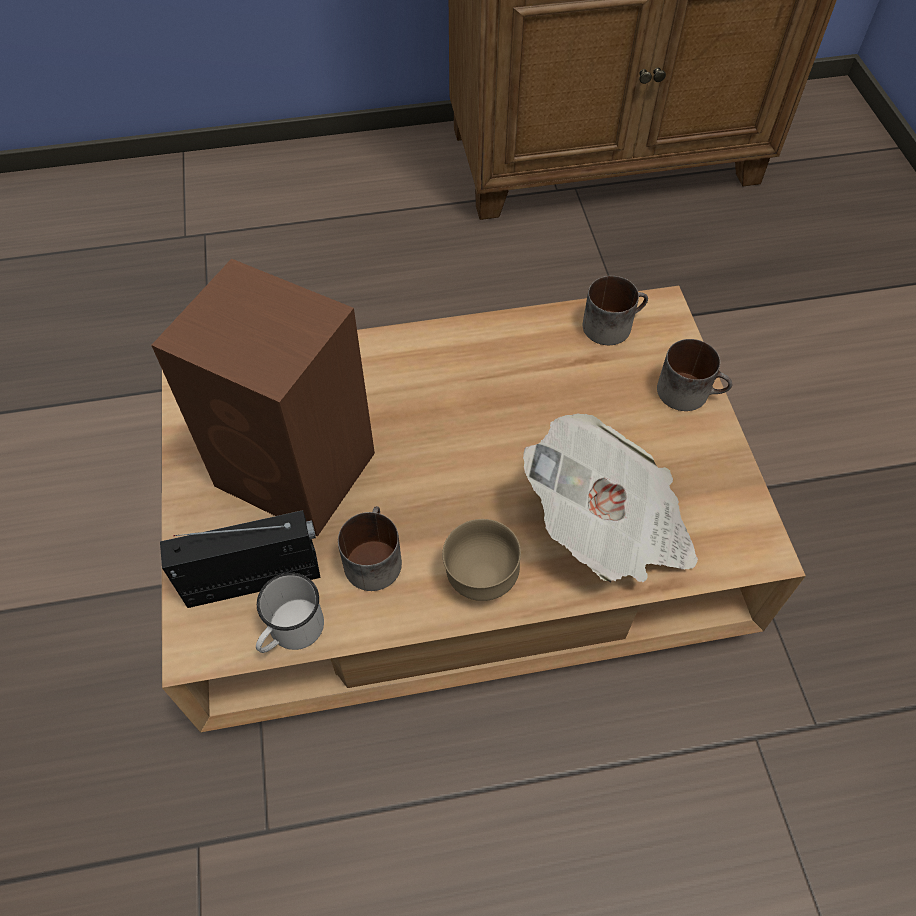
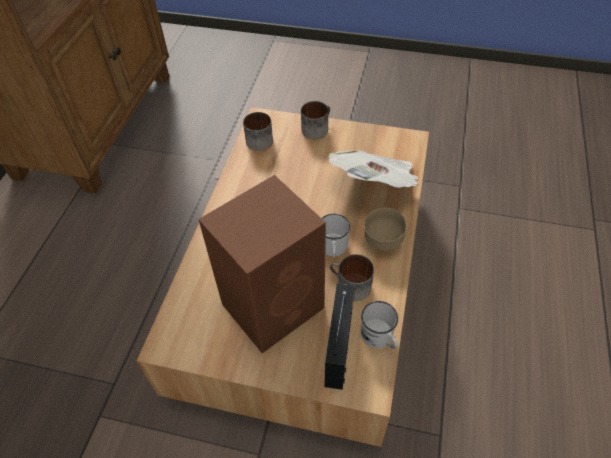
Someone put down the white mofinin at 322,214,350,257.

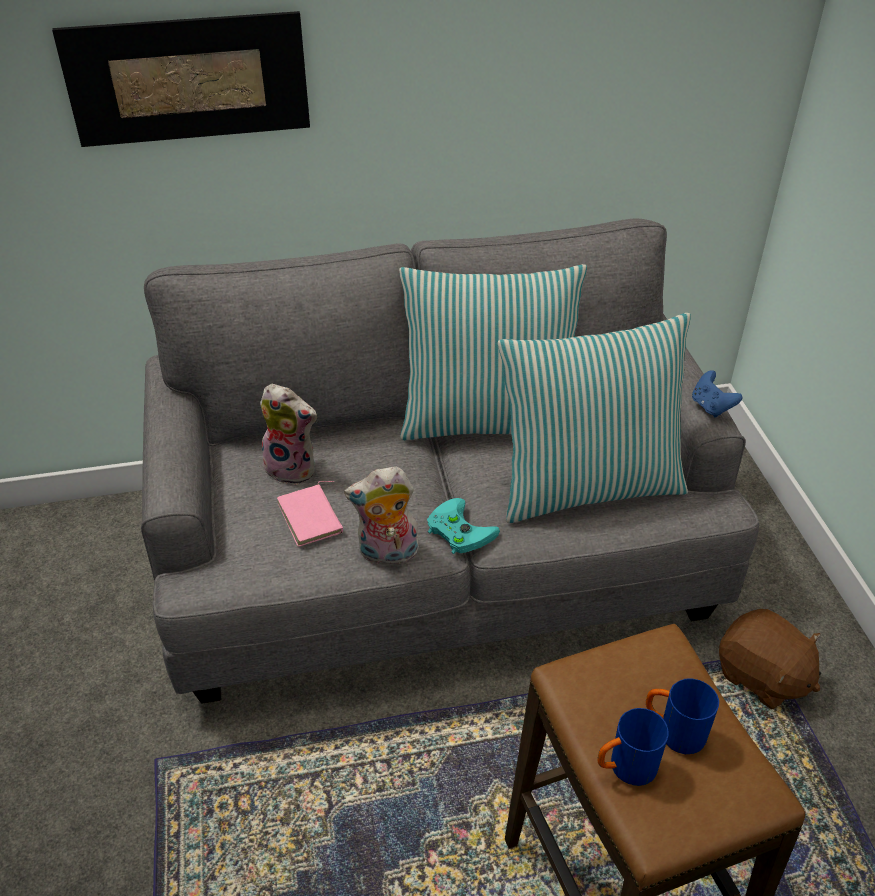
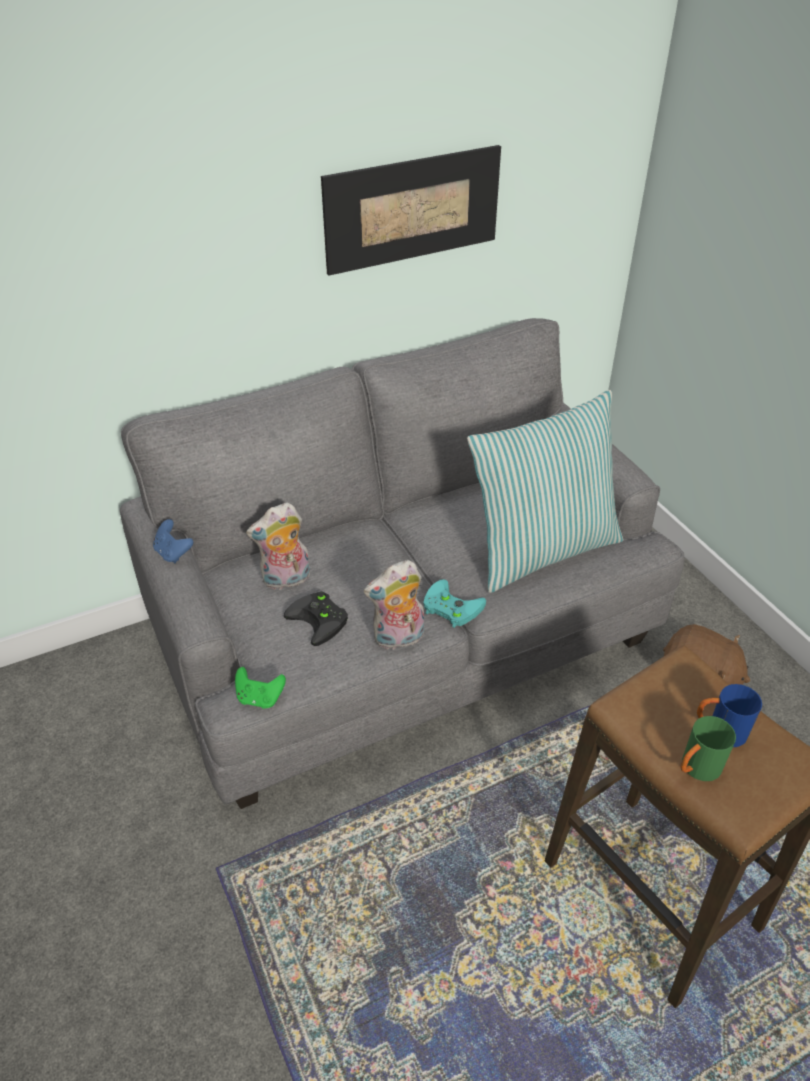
Someone carried the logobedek from 52,11,310,147 to 321,145,501,276.
Someone took away the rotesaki at 399,264,587,440.
Someone carried the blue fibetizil from 692,370,743,418 to 153,519,193,563.
Someone rotated the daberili at 260,384,317,485 by 150 degrees clockwise.
Someone swapped the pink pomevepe at 277,481,343,547 for the black fibetizil at 284,592,348,646.
Someone repainted the blue mofinin at 597,708,669,786, which became the green mofinin at 681,716,736,781.
Someone put down the green fibetizil at 235,667,286,709.

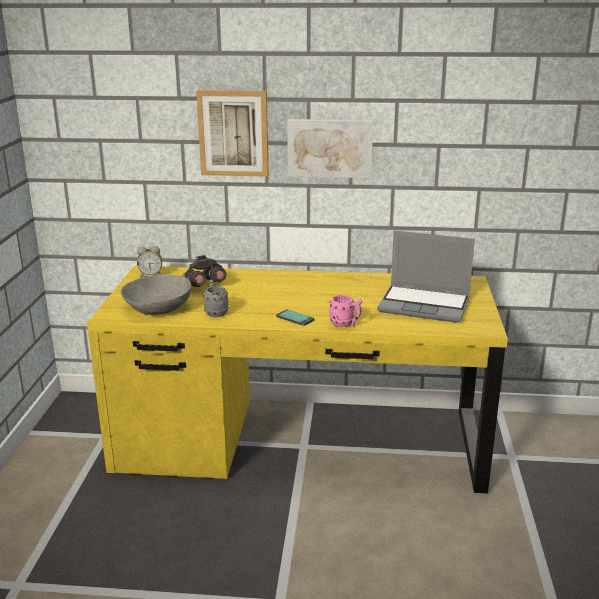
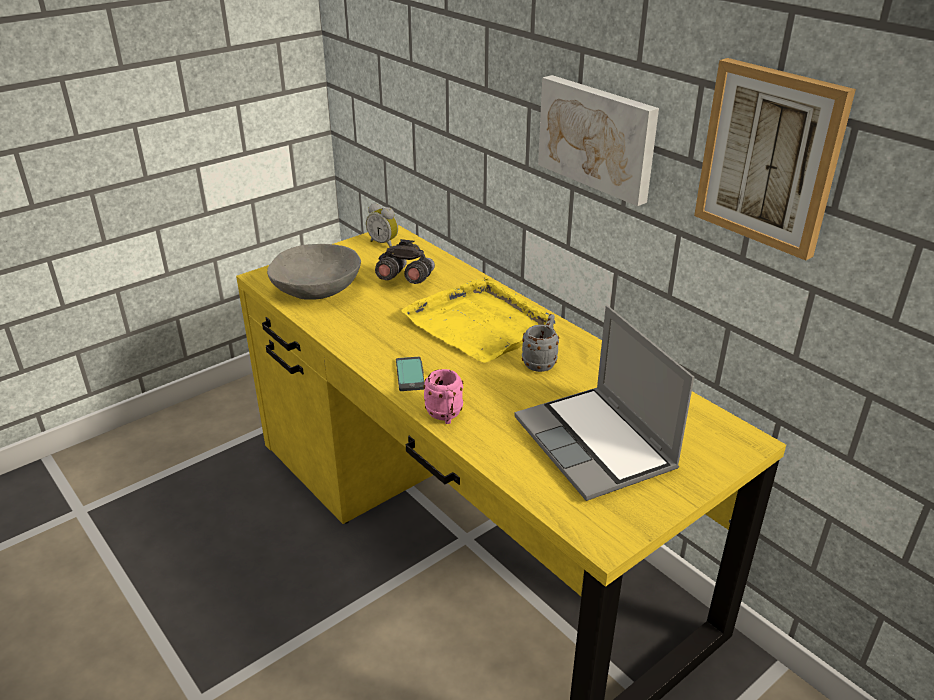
Someone carried the logobedek from 196,90,269,177 to 694,58,856,261.
Someone carried the grey mofinin from 203,279,228,317 to 522,314,559,372.
Someone put down the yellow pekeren at 401,277,555,363.

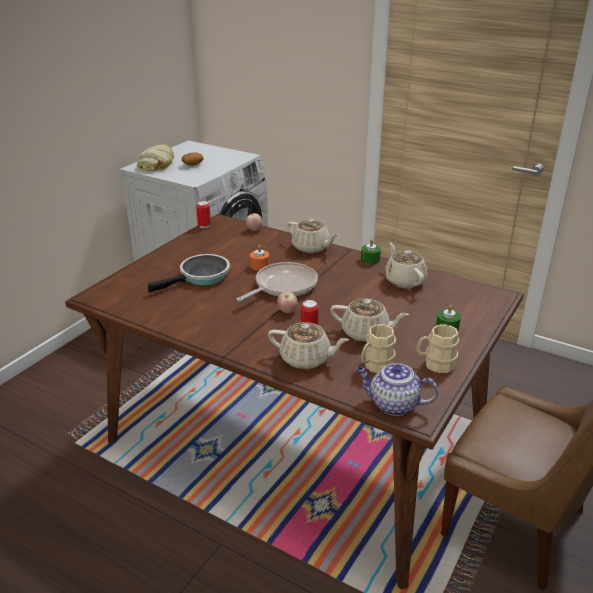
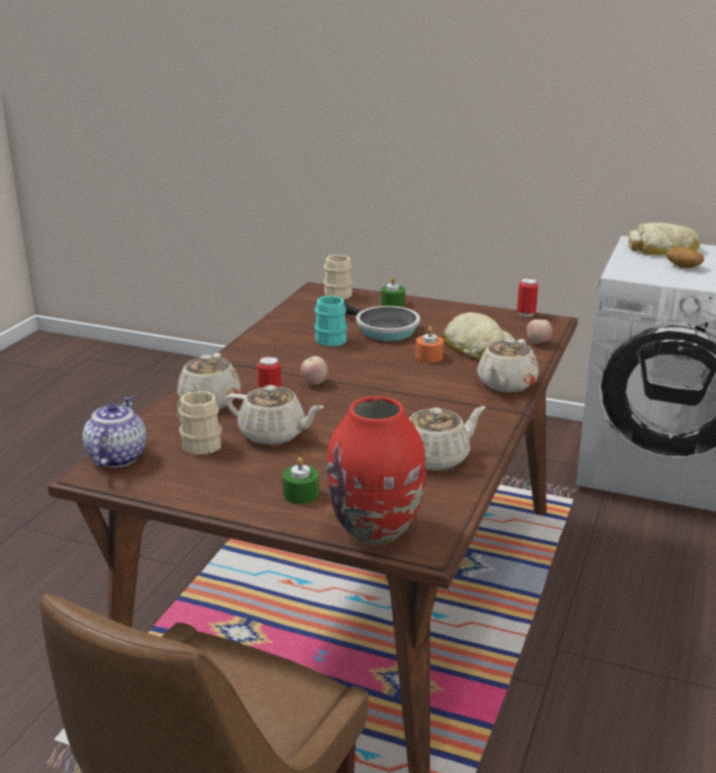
Someone carried the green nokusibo from 361,239,381,264 to 381,276,405,307.
Someone took away the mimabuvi at 237,262,318,301.
Someone rotated the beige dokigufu at 331,298,409,342 by 75 degrees counterclockwise.
Someone carried the beige mofinin from 417,325,459,373 to 324,255,353,299.
Someone put down the turquoise mofinin at 314,296,347,347.
Someone put down the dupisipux at 443,312,516,360.
Someone put down the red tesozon at 326,396,426,545.

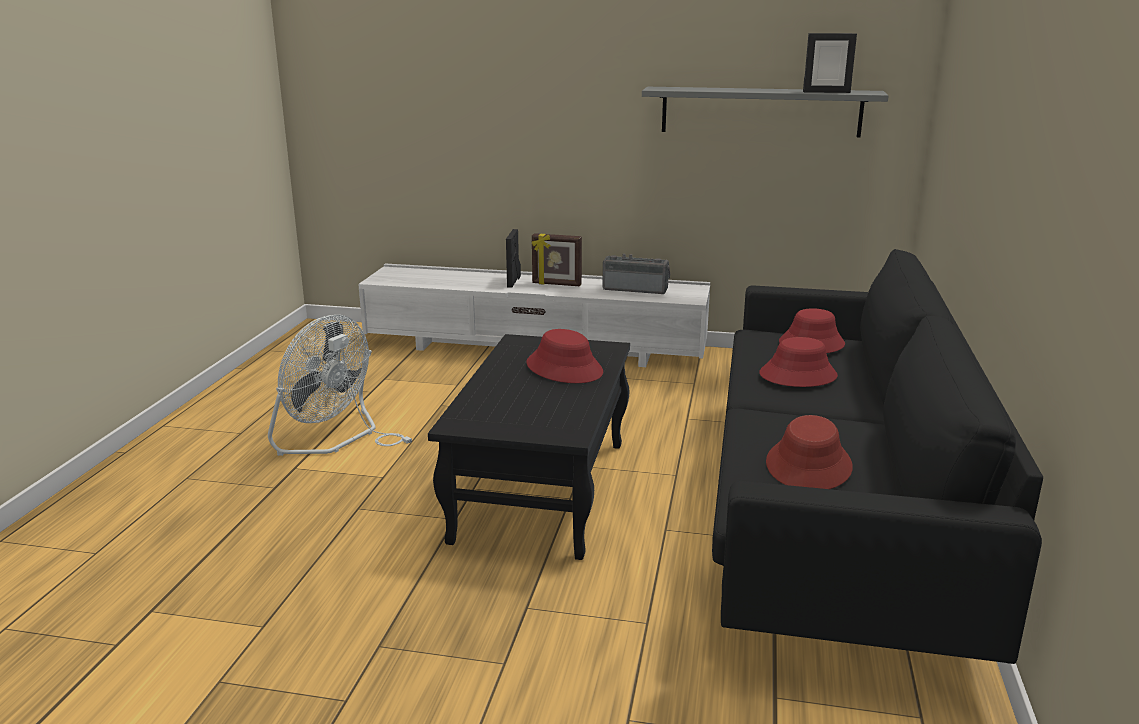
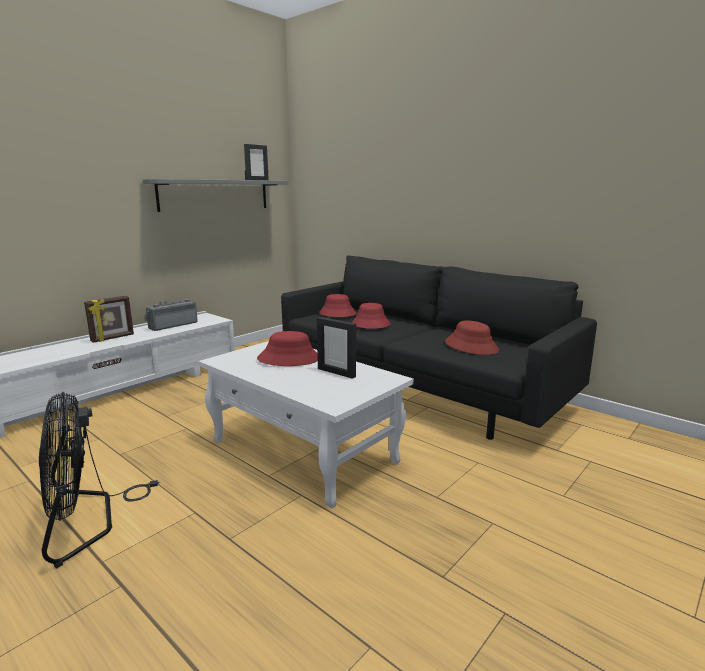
Someone carried the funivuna from 506,229,521,288 to 317,317,356,379.
Someone repainted the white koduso at 268,315,412,456, which became the black koduso at 39,392,159,569.
Someone repainted the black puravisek at 428,334,630,560, which became the white puravisek at 198,341,414,508.

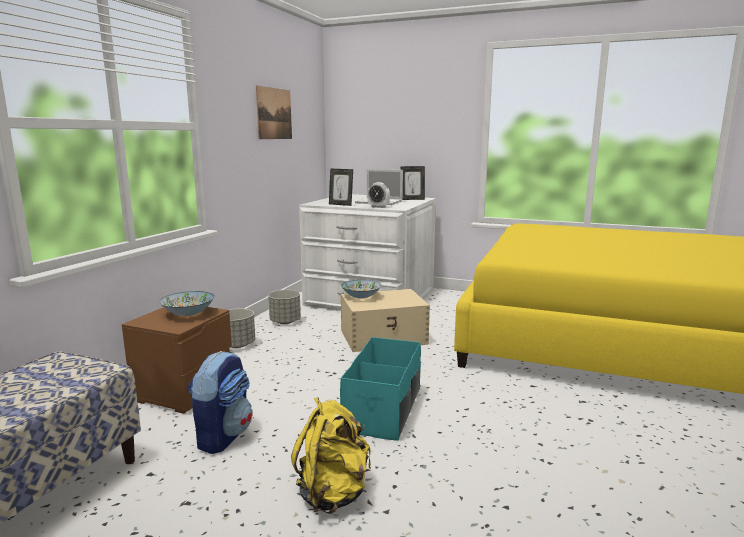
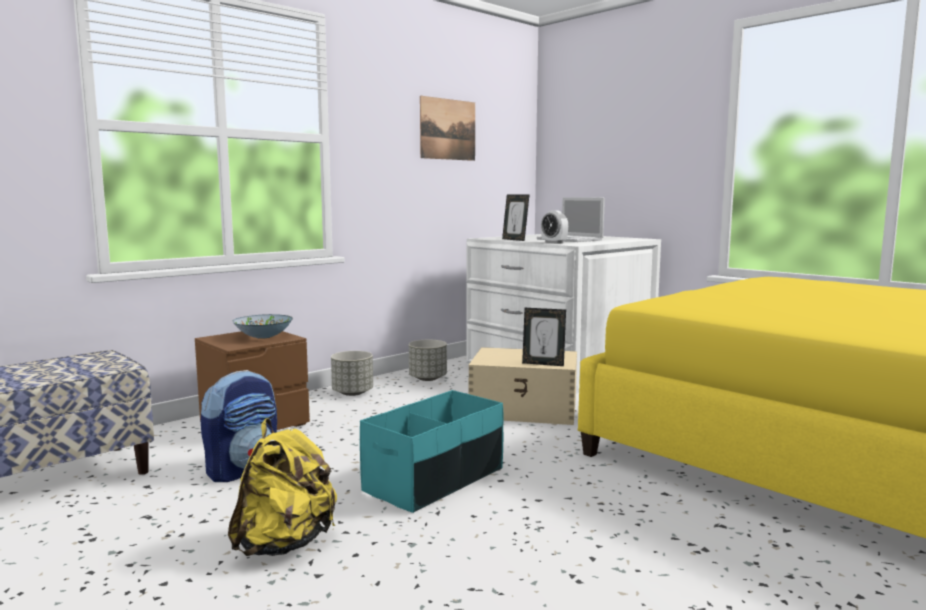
Someone carried the funivuna from 401,166,425,200 to 522,308,566,366.
Someone took away the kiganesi at 341,280,382,299.

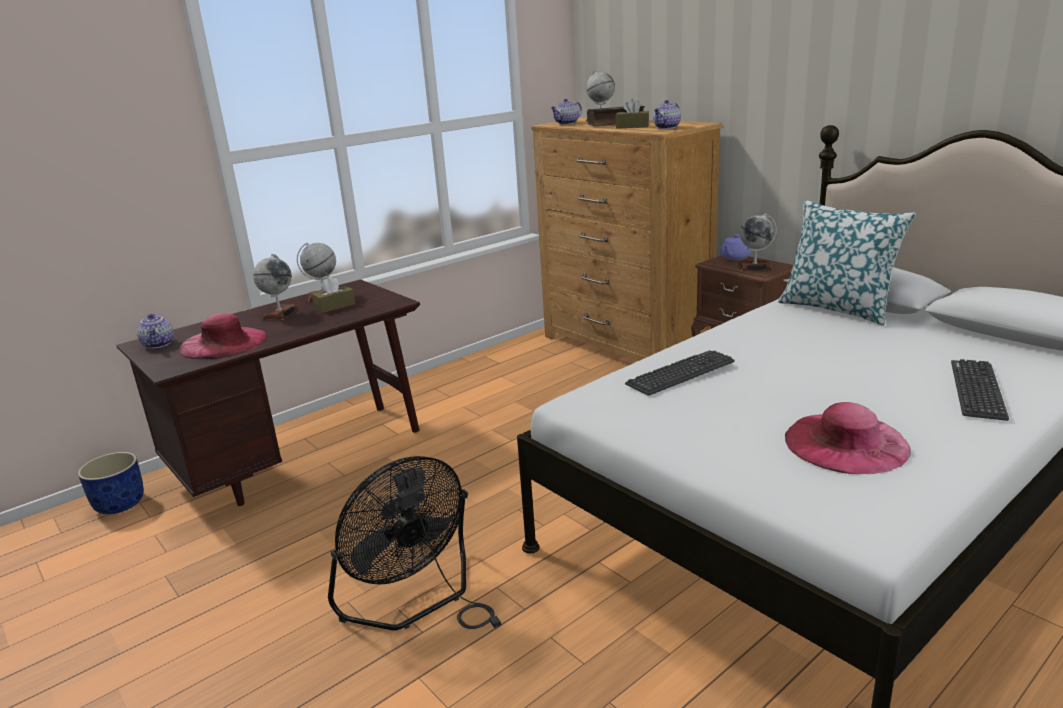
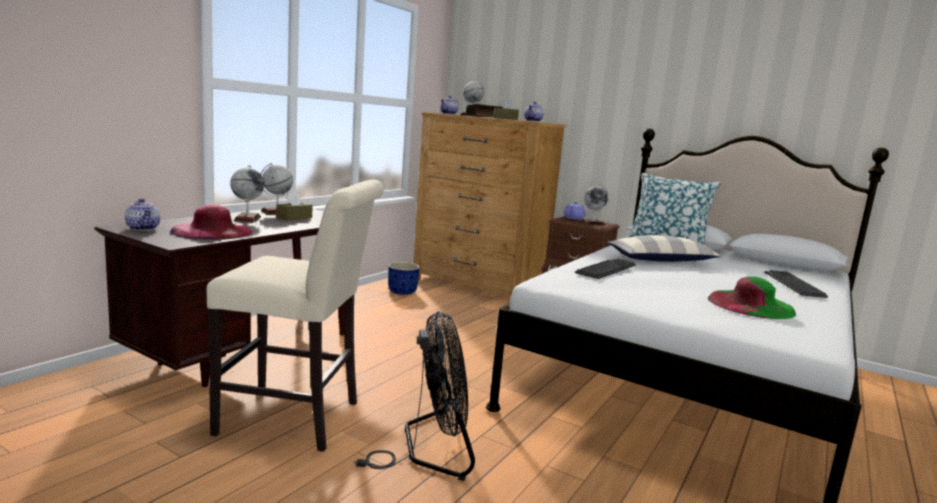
Someone repainted the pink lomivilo at 785,402,911,474, which became the green lomivilo at 708,276,796,319.
Someone carried the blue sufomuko from 78,452,144,514 to 388,262,420,295.
Someone rotated the black koduso at 328,456,501,630 by 135 degrees clockwise.
Someone put down the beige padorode at 207,179,384,452.
Someone put down the rotesaki at 607,235,721,262.

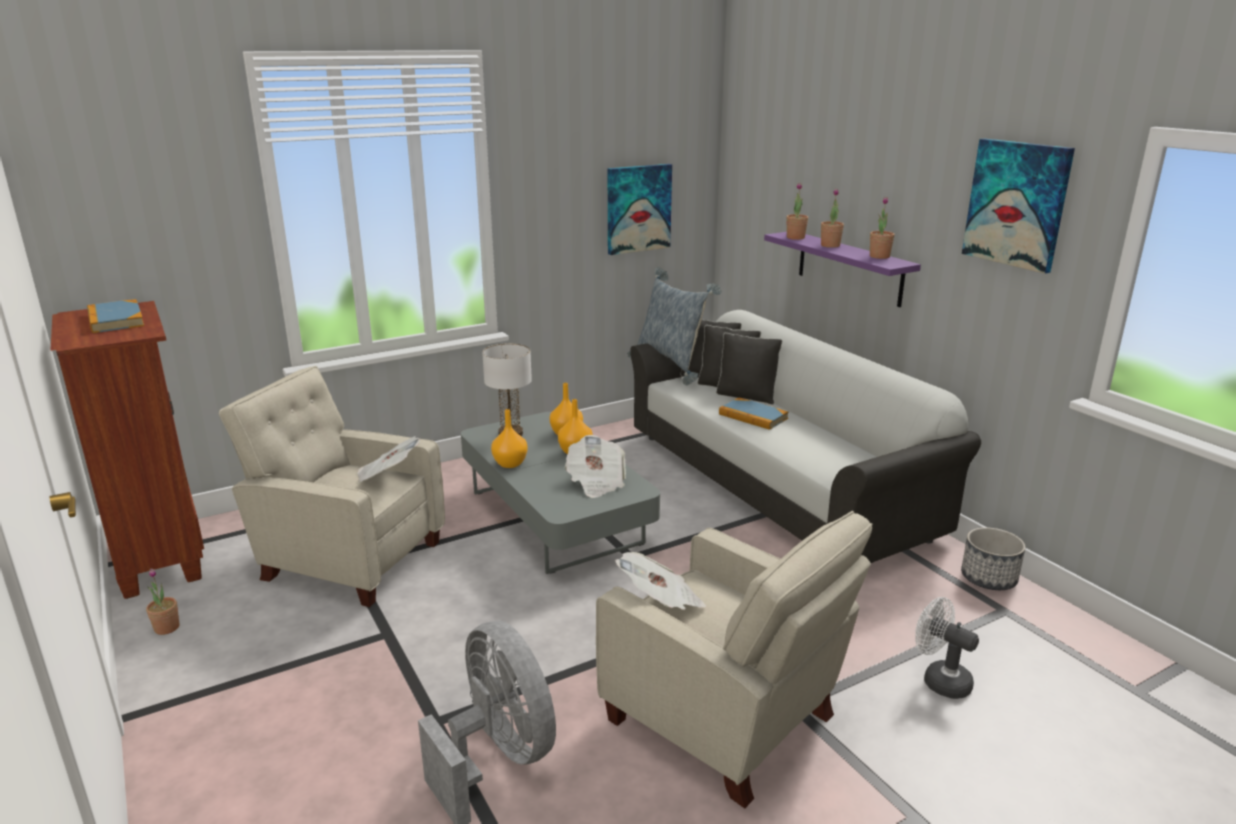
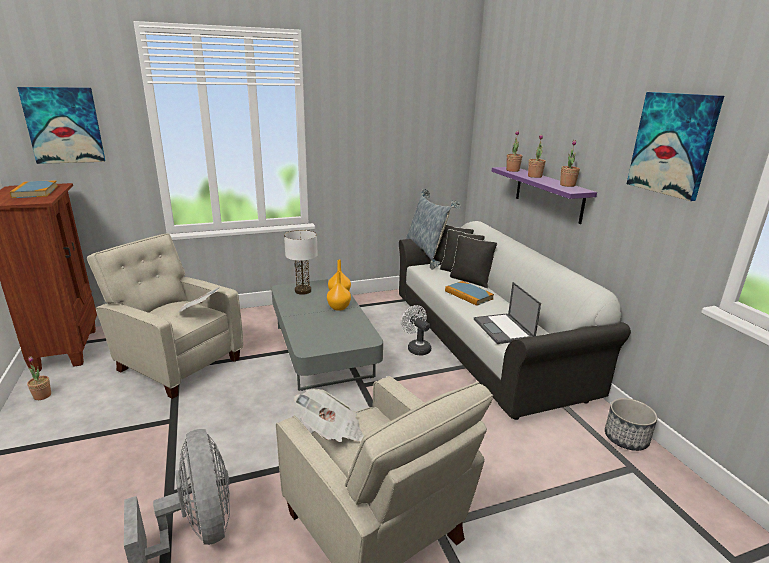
Someone carried the logobedek from 608,164,672,255 to 17,87,105,164.
Someone took away the orange tesozon at 491,409,528,468.
Someone took away the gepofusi at 565,435,626,498.
Someone carried the white koduso from 915,597,979,699 to 401,305,431,355.
Someone put down the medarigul at 474,282,541,344.

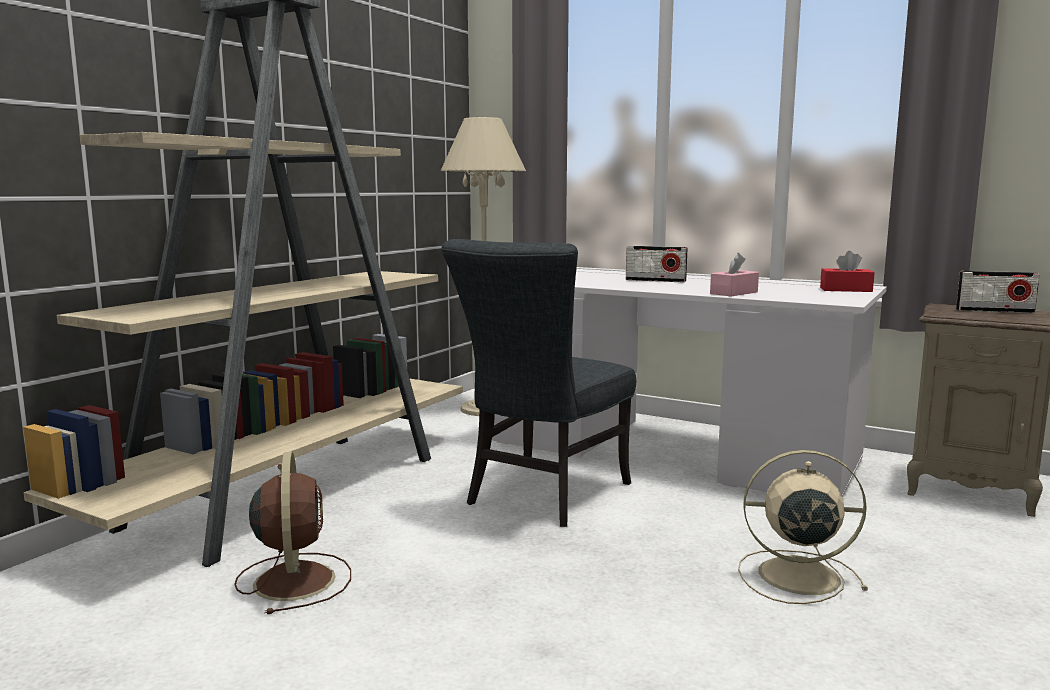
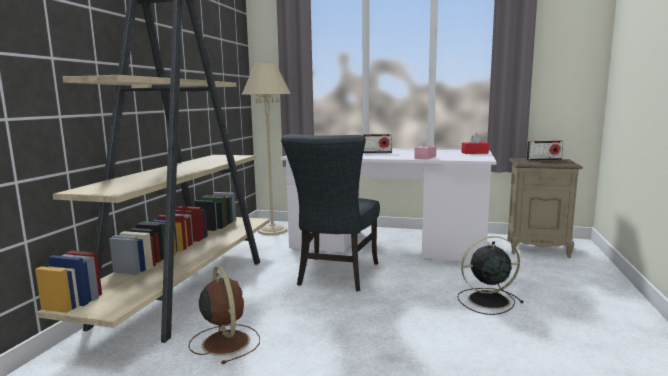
Someone repainted the beige koduso at 738,450,868,604, which became the black koduso at 457,236,524,315.

